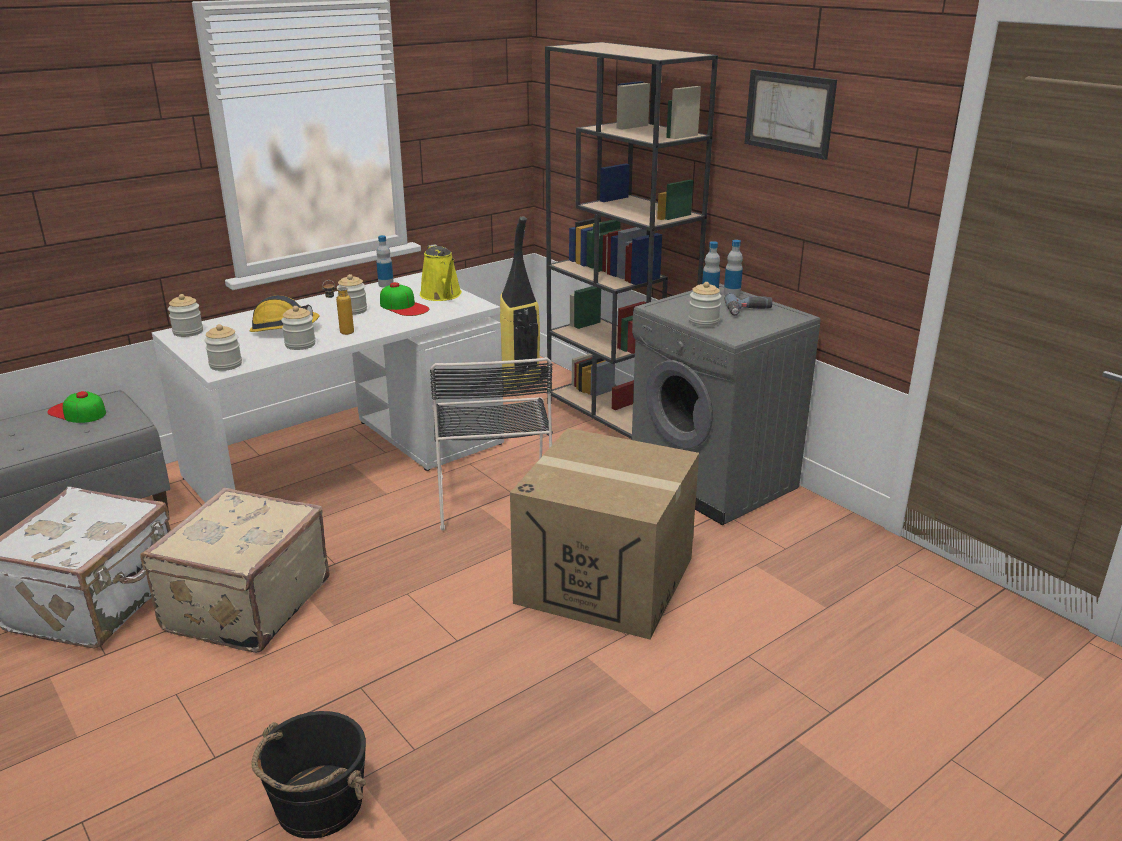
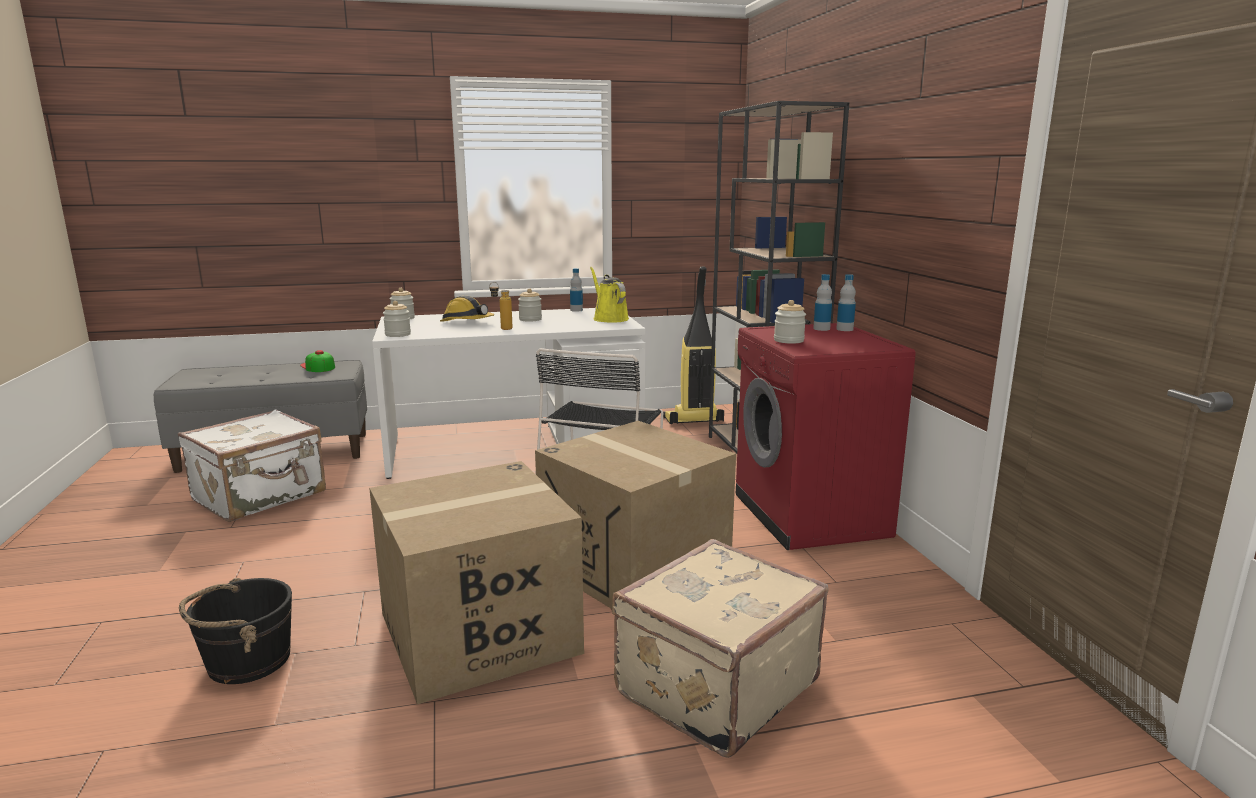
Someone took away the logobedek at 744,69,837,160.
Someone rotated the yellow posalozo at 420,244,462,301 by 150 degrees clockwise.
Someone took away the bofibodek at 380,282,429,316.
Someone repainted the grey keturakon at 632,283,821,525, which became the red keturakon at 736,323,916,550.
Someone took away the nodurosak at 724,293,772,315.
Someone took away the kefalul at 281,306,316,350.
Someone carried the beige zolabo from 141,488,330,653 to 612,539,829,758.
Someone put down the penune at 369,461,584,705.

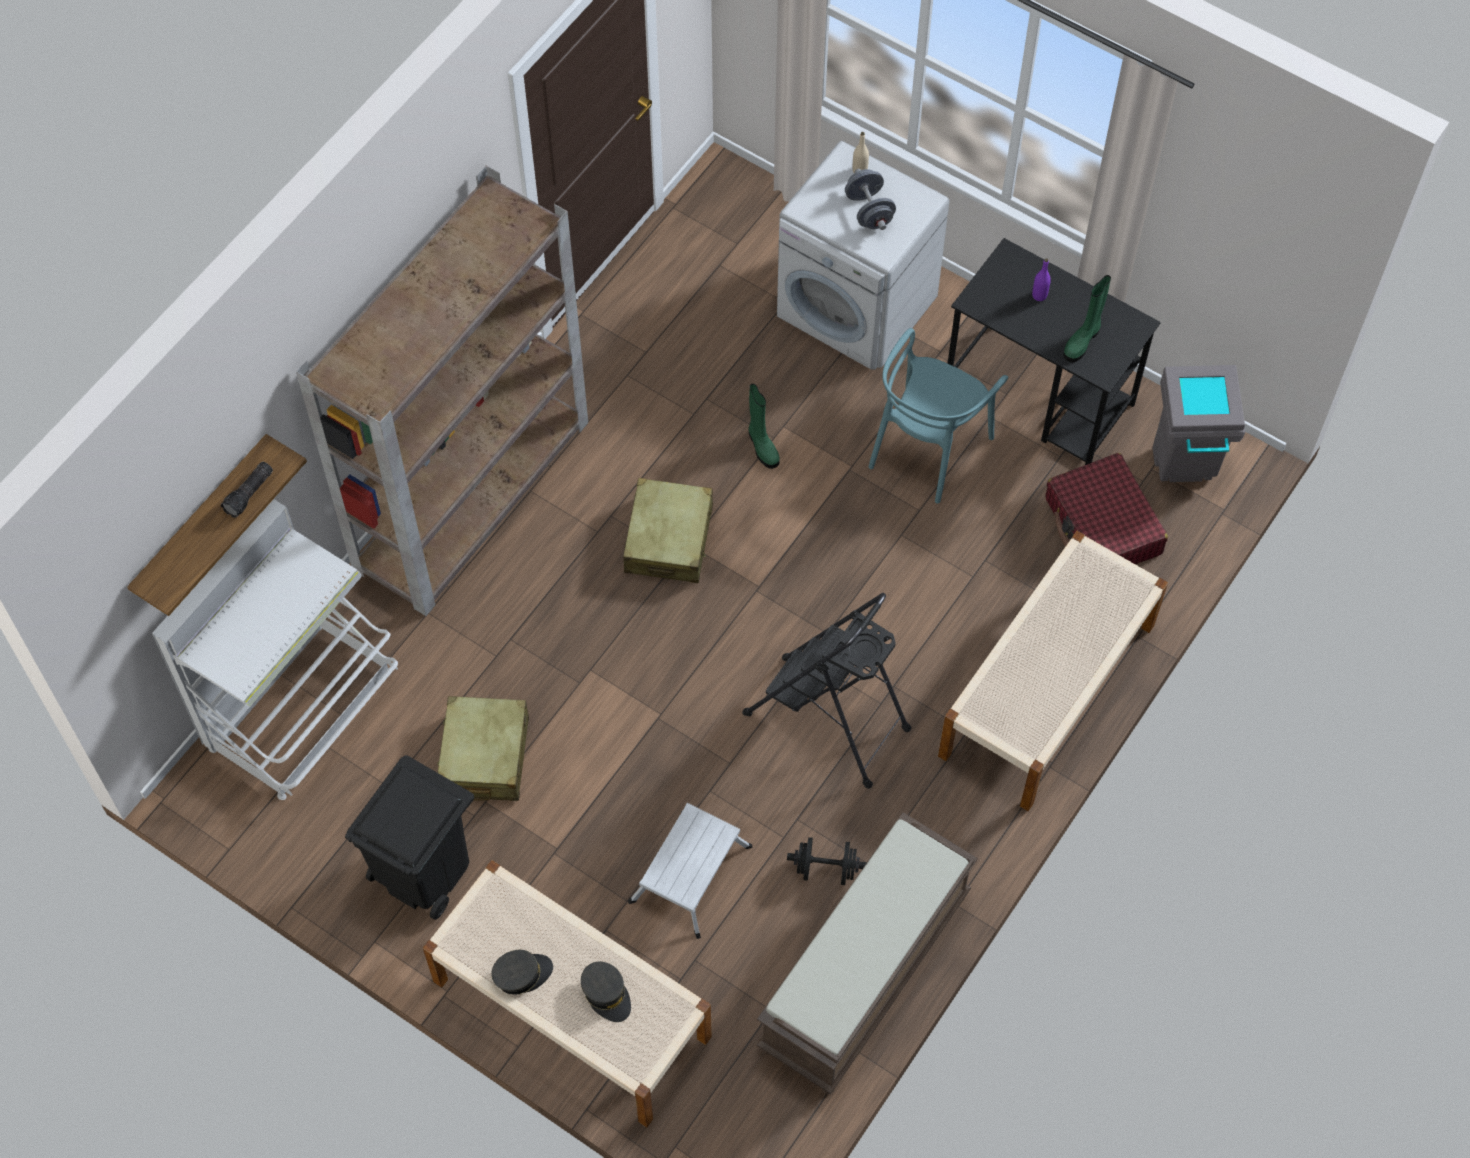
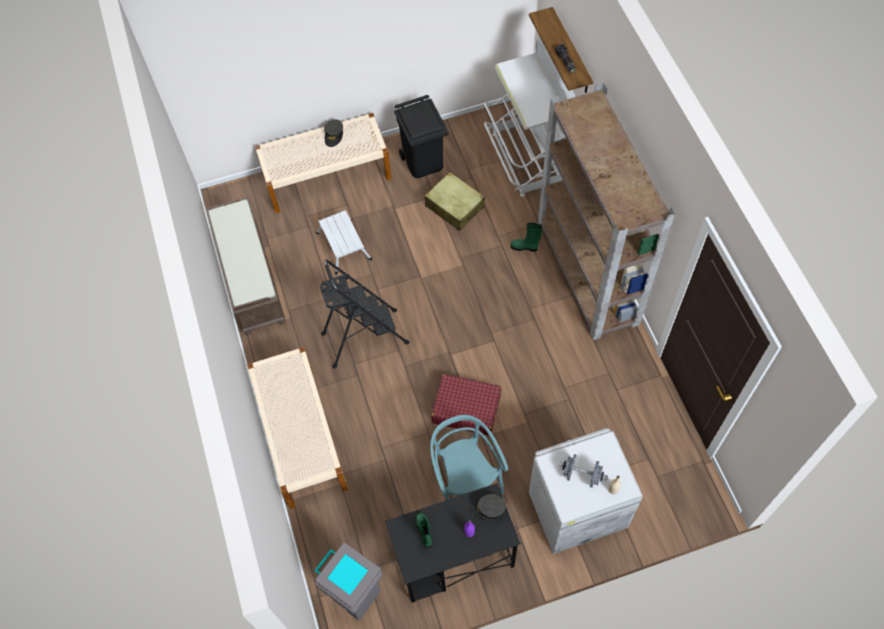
Someone carried the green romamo from 749,384,780,469 to 511,223,542,252.
Someone carried the red zolabo from 1046,453,1168,580 to 431,374,502,436.
Someone took away the beige zolabo at 623,478,713,583.
Someone took away the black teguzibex at 787,837,867,885.
Someone carried the grey bofibodek from 581,962,631,1022 to 469,494,506,520.

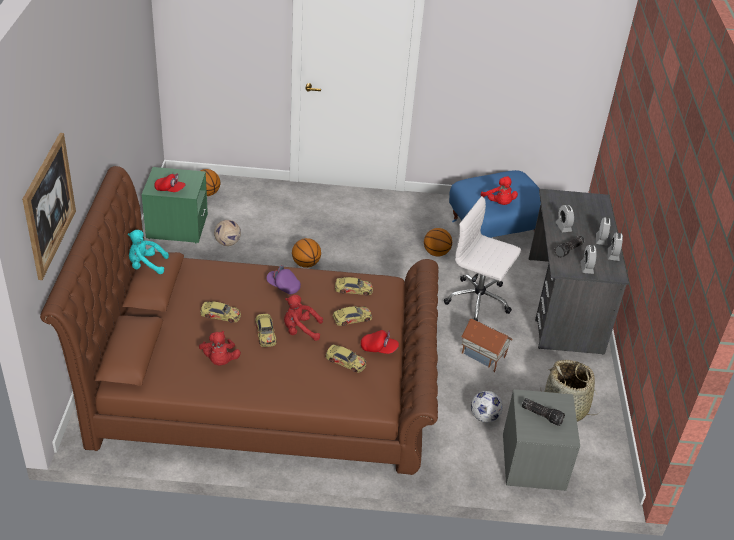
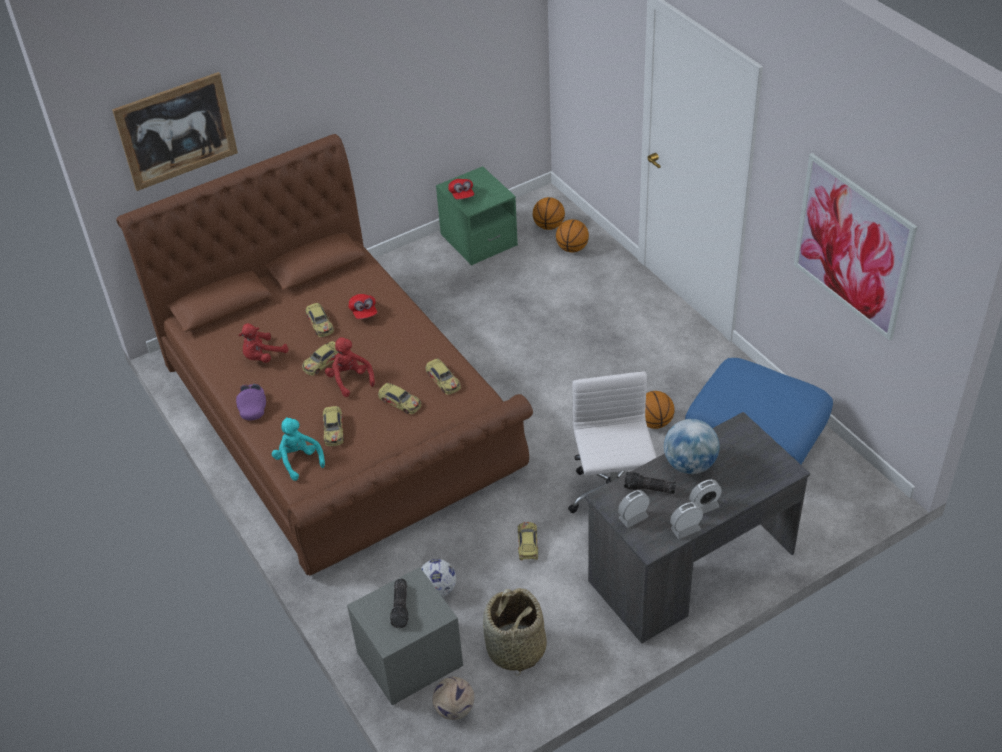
Someone took away the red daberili at 481,176,518,205.
Someone swapped the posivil at 556,205,574,232 for the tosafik at 664,419,719,474.
Someone carried the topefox from 214,220,241,246 to 432,677,474,720.
Someone carried the turquoise daberili from 128,230,169,274 to 272,417,325,481.
Someone carried the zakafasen from 292,238,321,268 to 556,219,589,253.
Someone carried the purple bofibodek from 267,265,301,294 to 236,384,266,421.
Someone swapped the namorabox at 461,319,513,372 for the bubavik at 518,522,538,561.
Someone carried the red bofibodek from 361,330,399,354 to 348,294,377,319.
Someone put up the logobedek at 794,153,917,341.

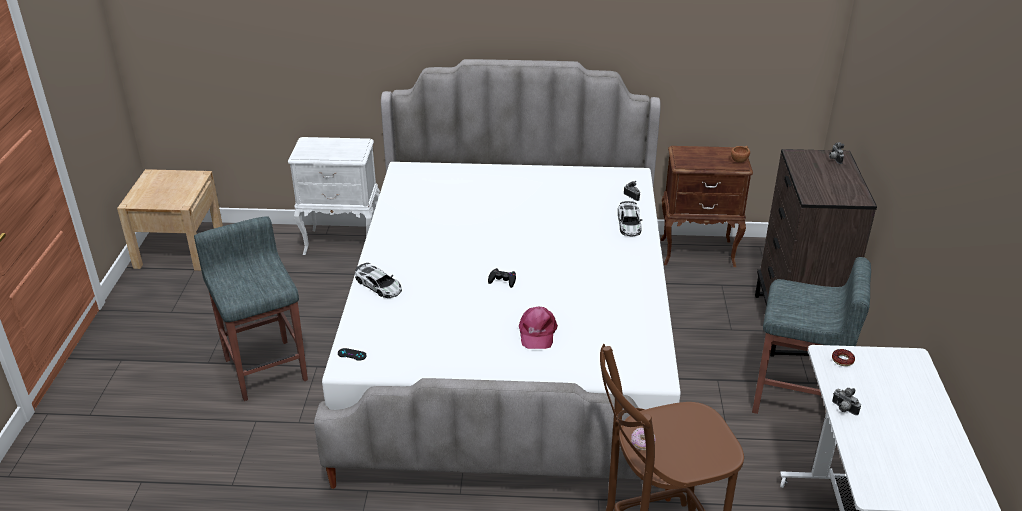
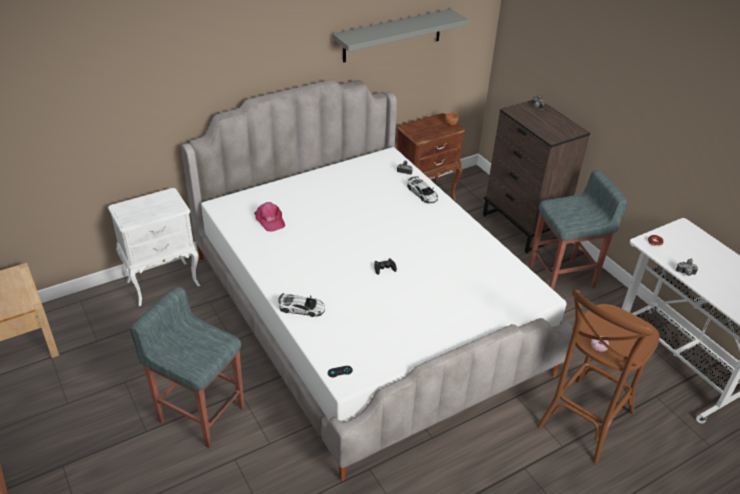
Someone carried the pink bofibodek from 519,306,558,349 to 254,202,285,232.
Someone put up the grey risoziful at 332,9,469,63.

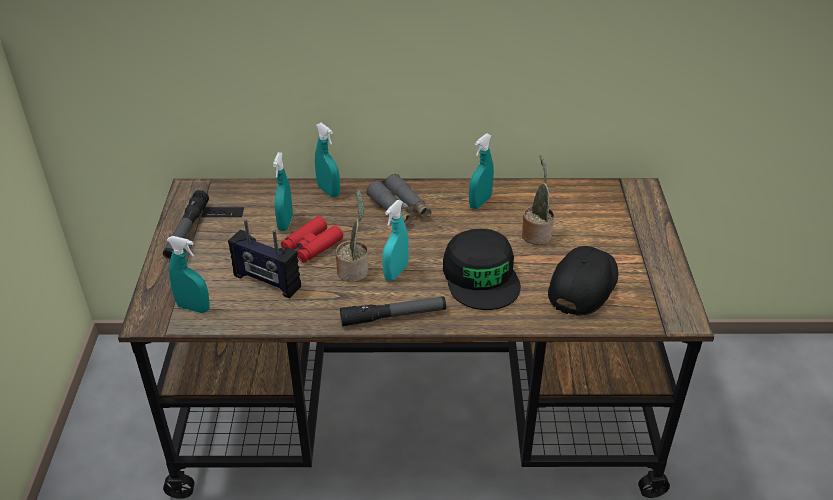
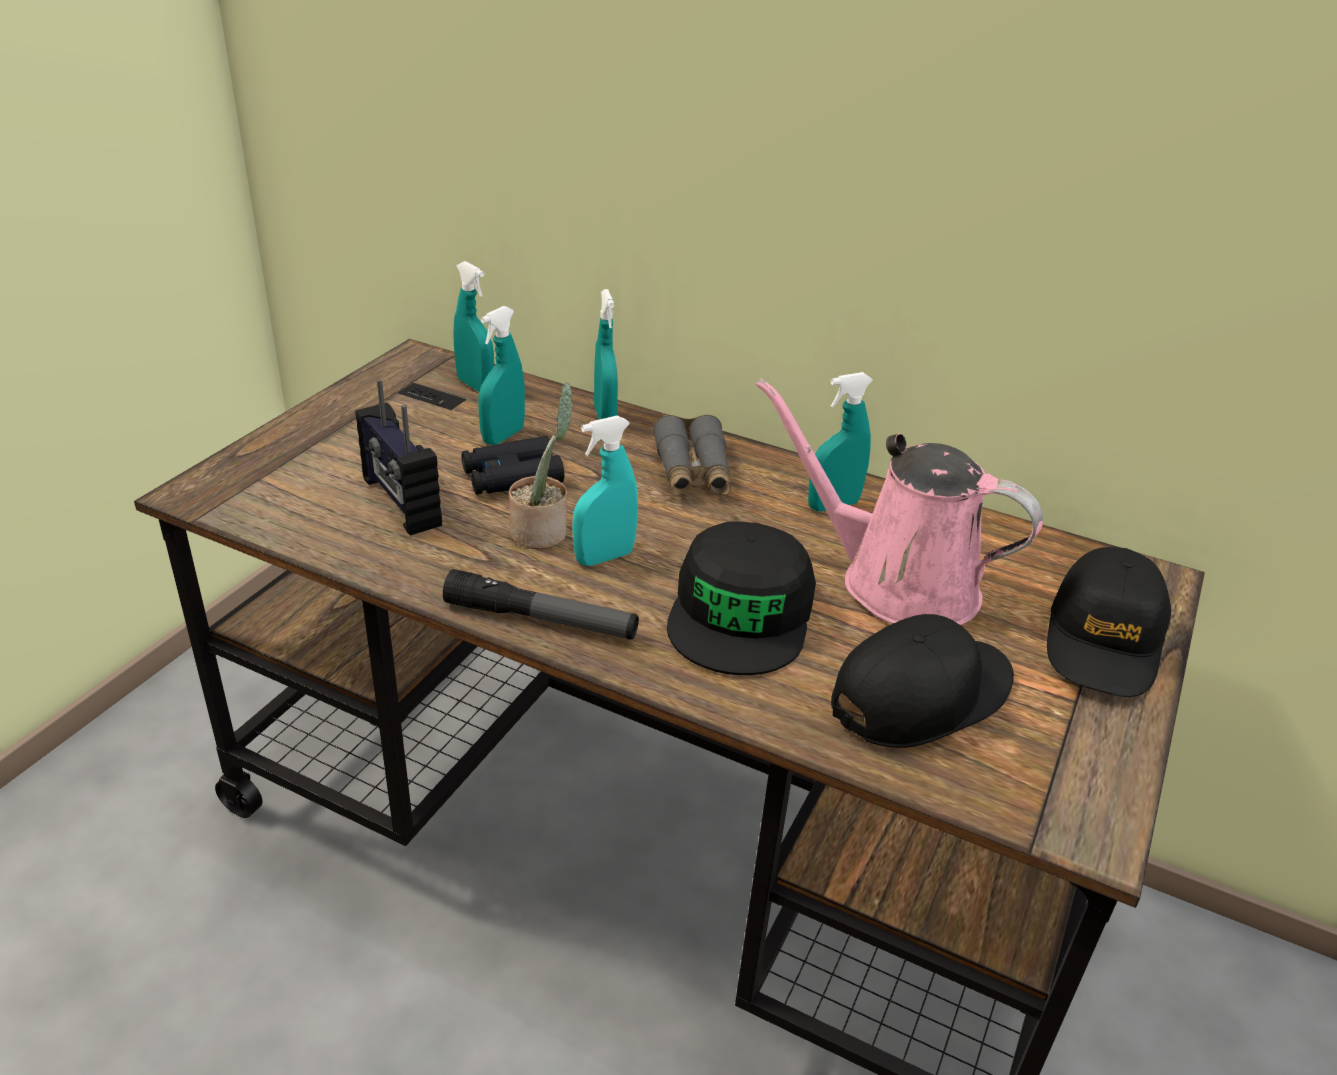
Someone swapped the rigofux at 522,155,554,245 for the pink posalozo at 756,378,1043,625.
Someone took away the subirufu at 163,190,209,259.
Someone repainted the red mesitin at 281,216,343,263, which became the black mesitin at 462,436,565,494.
Someone carried the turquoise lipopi from 167,236,210,313 to 453,261,494,392.
Someone put down the black bofibodek at 1047,547,1171,697.

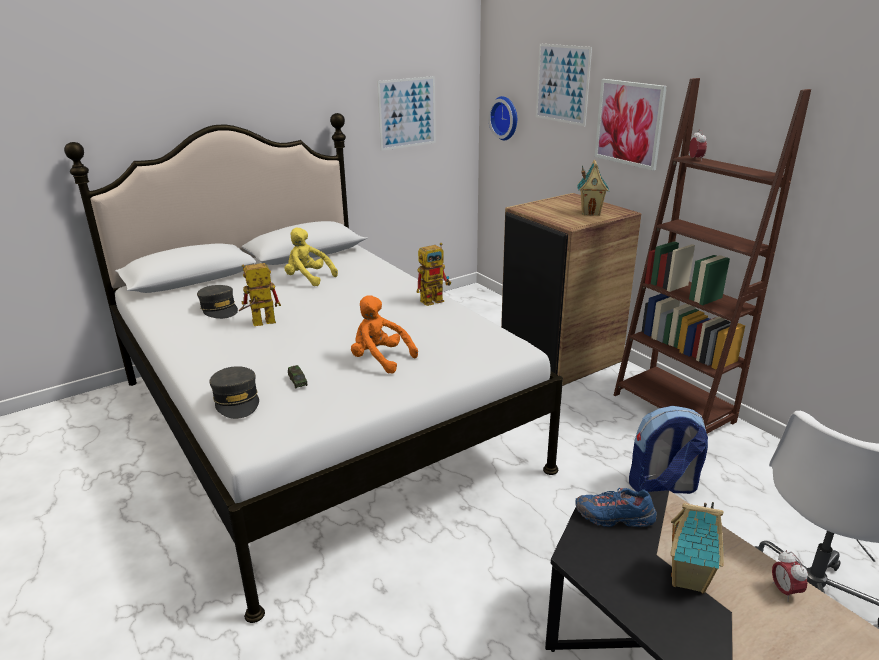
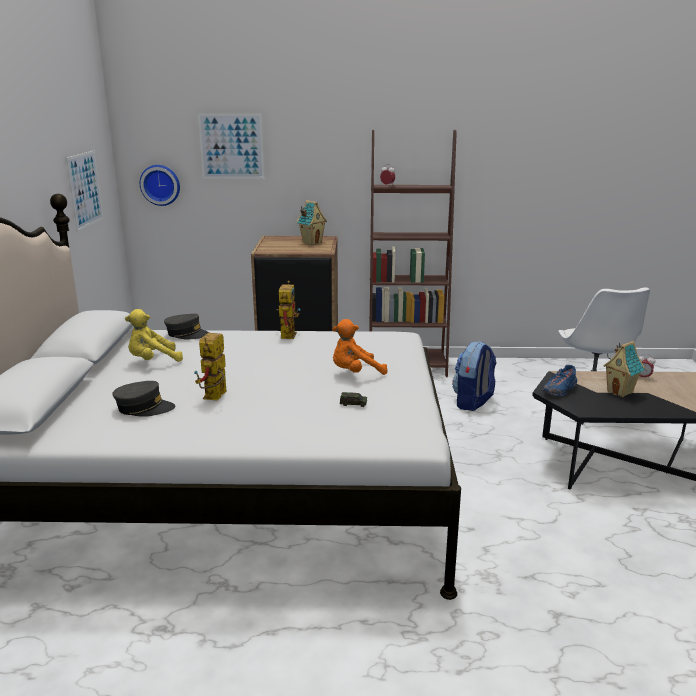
Someone took away the logobedek at 595,79,667,170.
Someone carried the grey bofibodek from 209,366,259,419 to 164,314,209,339.

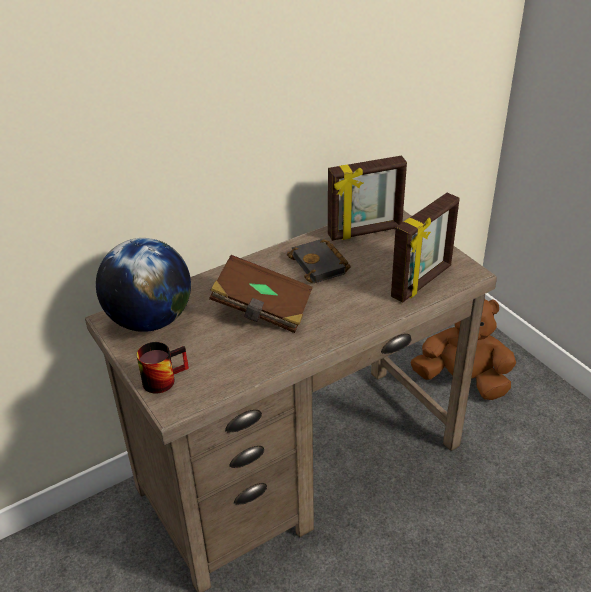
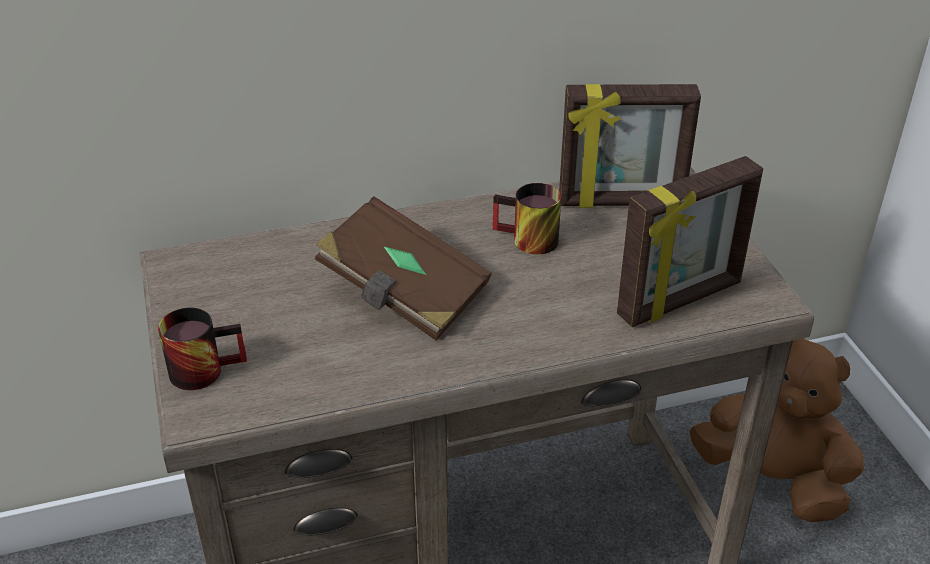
Someone took away the tosafik at 96,238,191,332.
Someone swapped the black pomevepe at 287,239,351,283 for the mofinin at 493,183,561,255.

